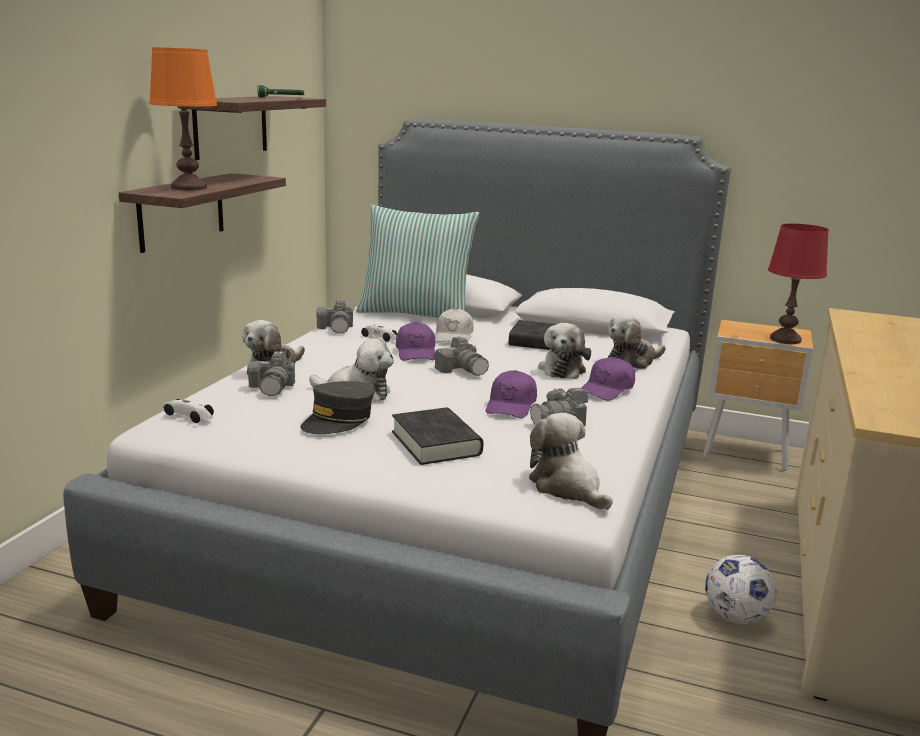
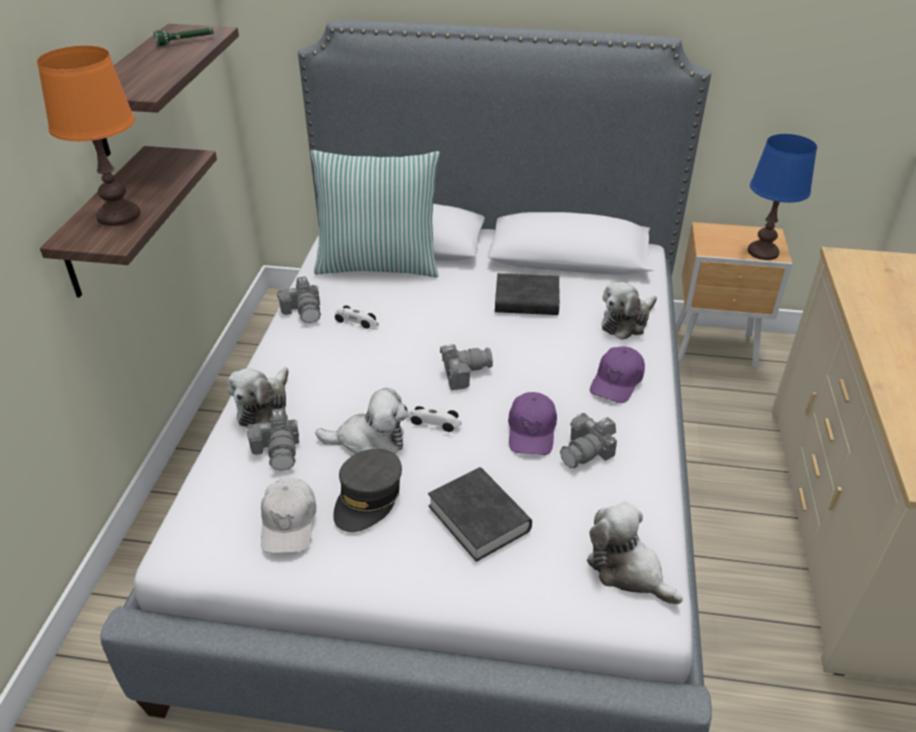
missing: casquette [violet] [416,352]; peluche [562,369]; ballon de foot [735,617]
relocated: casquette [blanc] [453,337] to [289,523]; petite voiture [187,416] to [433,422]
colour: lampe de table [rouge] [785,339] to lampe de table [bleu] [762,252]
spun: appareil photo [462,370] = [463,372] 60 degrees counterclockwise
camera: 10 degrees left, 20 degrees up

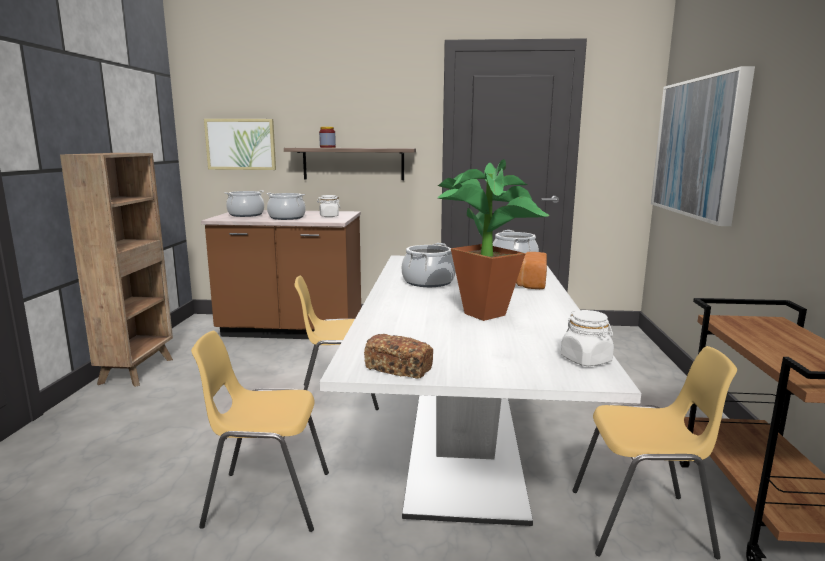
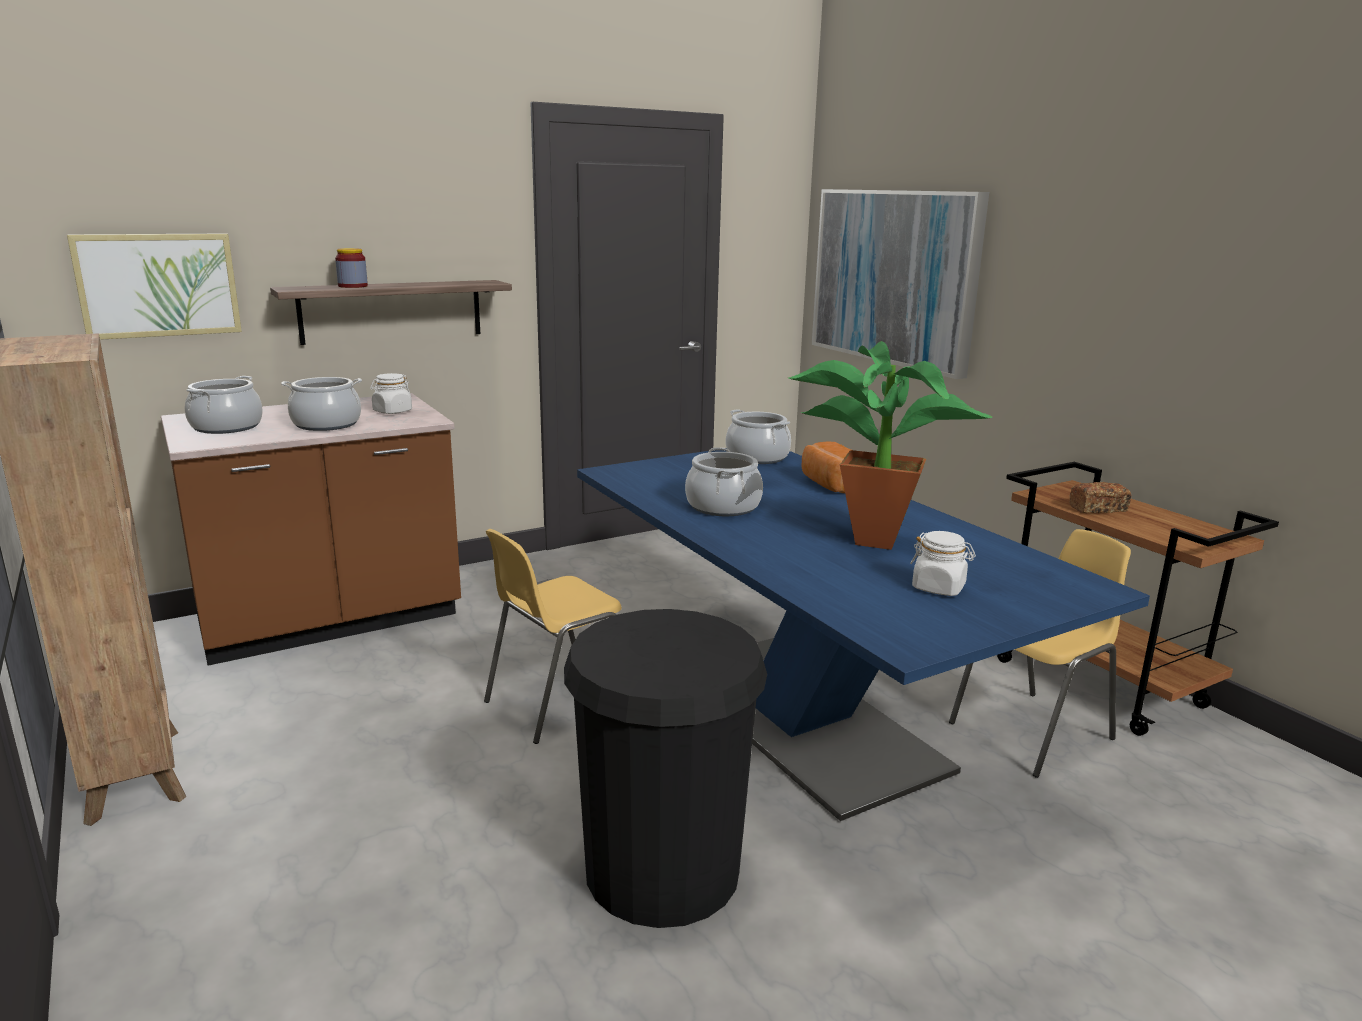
relocated: bocal [blanc] [586,360] to [939,588]; pain [399,369] to [1098,509]
exchanged: chaise [jaune] [267,499] to poubelle [noir] [662,870]
colour: table à manger [blanc] [464,450] to table à manger [bleu] [801,719]
camera: 35 degrees left, 5 degrees up

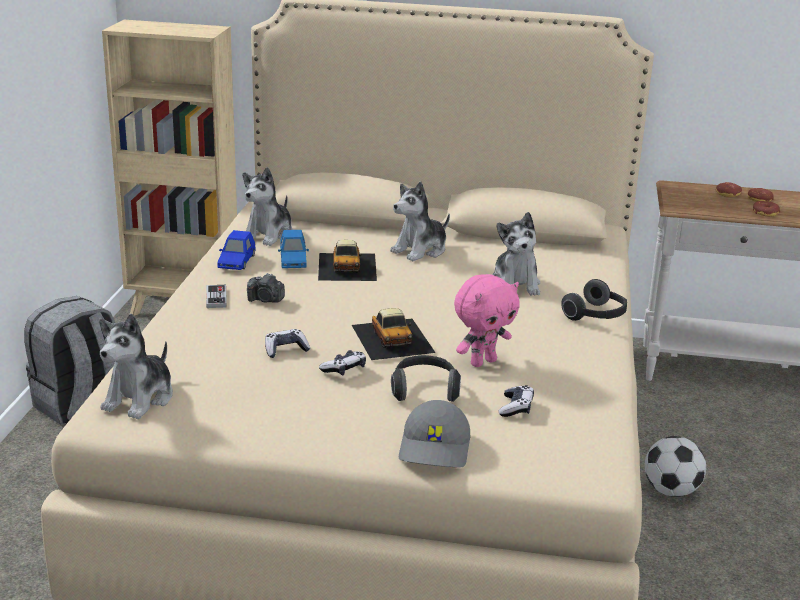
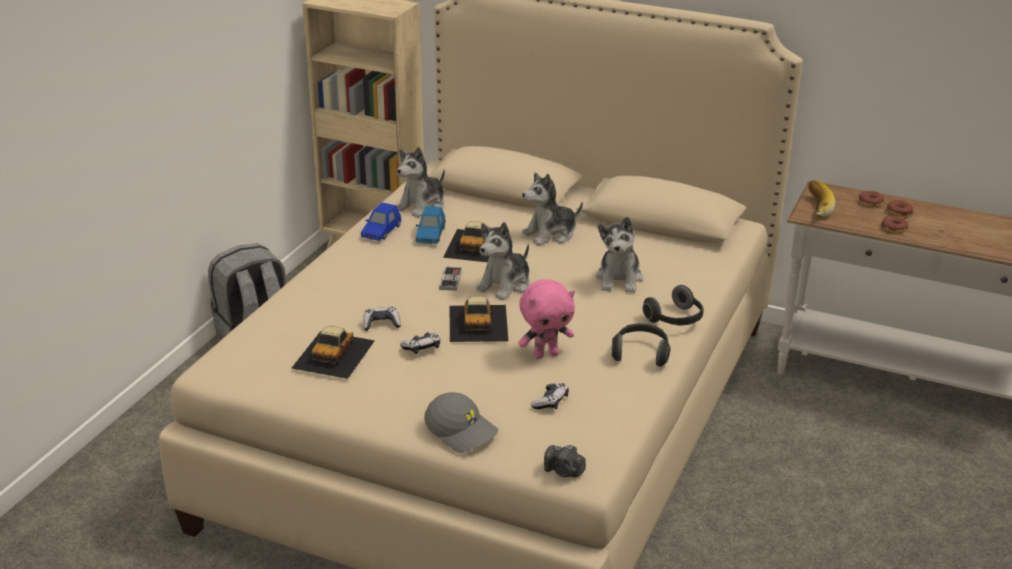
missing: ballon de foot [671,491]
appeared: petite voiture [334,354]; banane [814,208]
relocated: manette [216,298] to [450,280]; peluche [140,398] to [505,285]; appareil photo [266,300] to [564,471]; casque audio [424,390] to [641,354]
spun: casquette [gris] [436,448] = [462,430] 75 degrees counterclockwise
camera: 15 degrees right, 5 degrees up

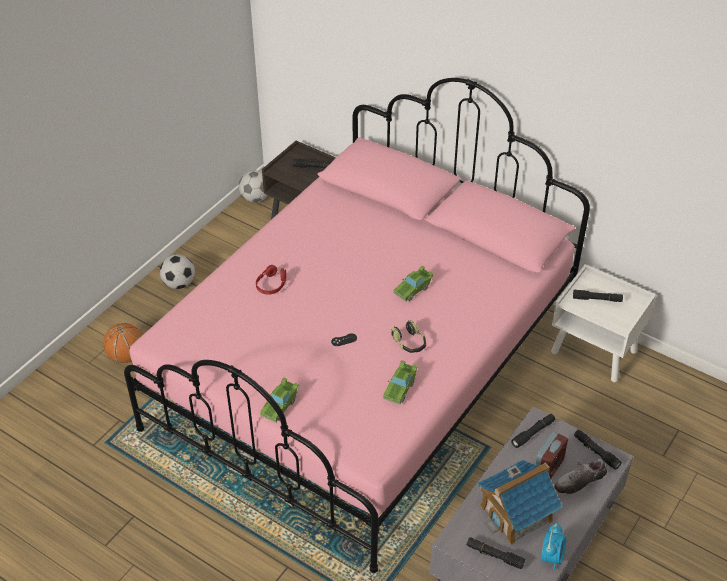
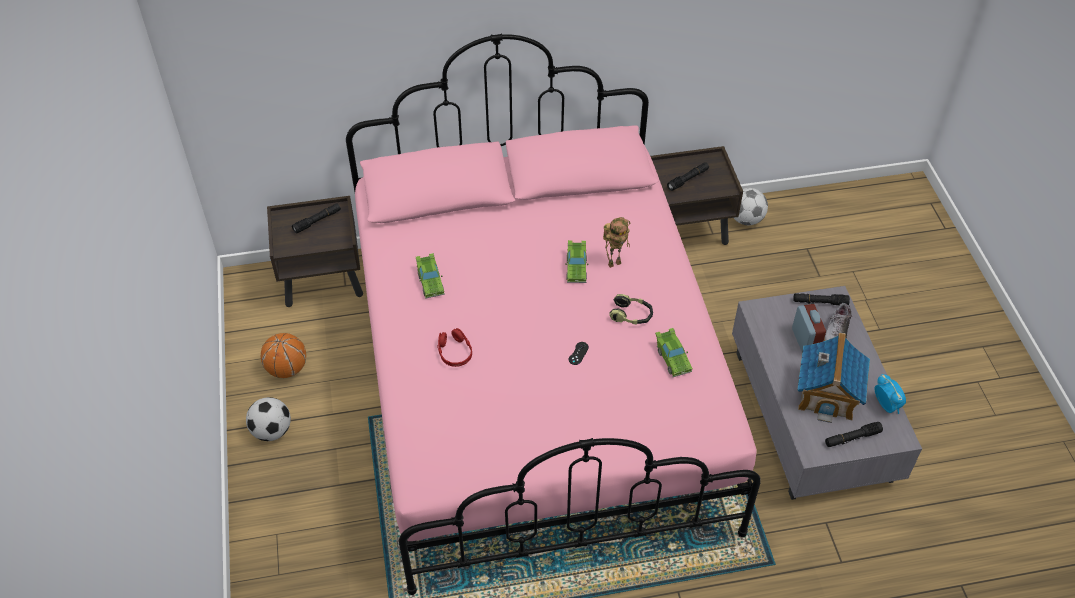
missing: lampe de poche [noir] [533,433]
appeared: robot jouet [614,262]
relocated: ballon de basket [126,356] to [287,369]; petite voiture [vert] [280,406] to [430,282]; ballon de foot [255,198] to [746,219]
colour: table de chevet [blanc] [595,352] to table de chevet [marron] [686,230]
camera: 45 degrees left, 5 degrees up

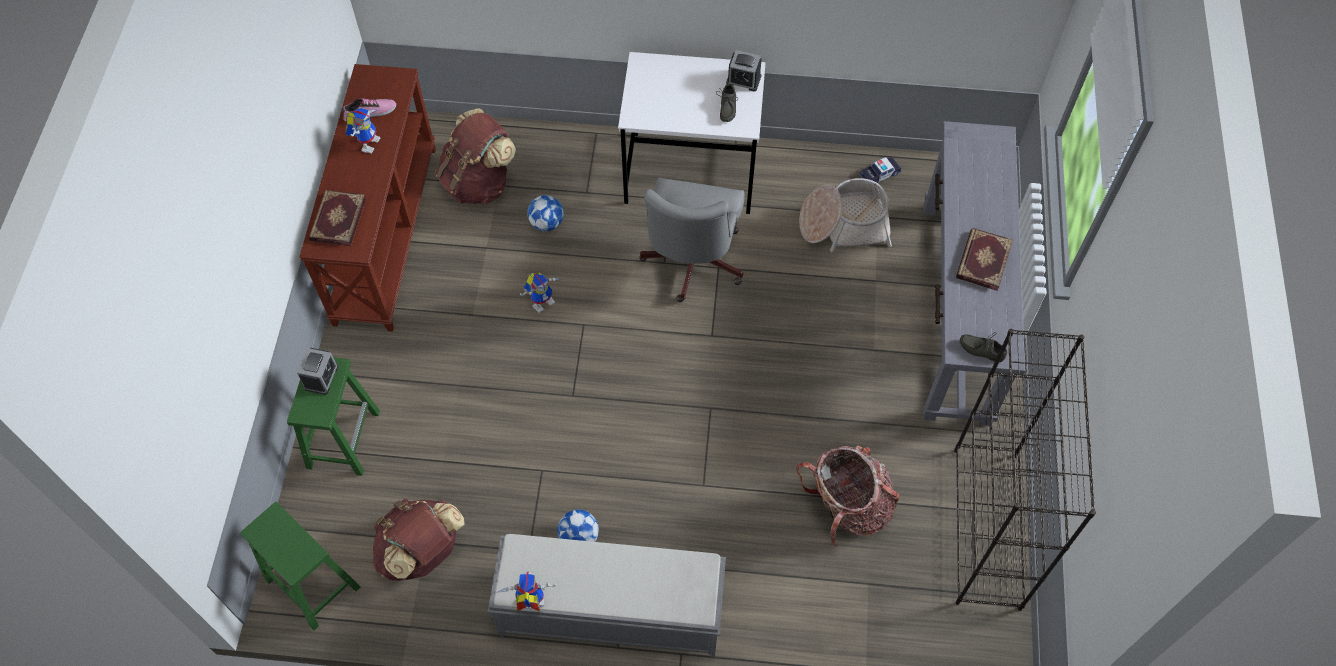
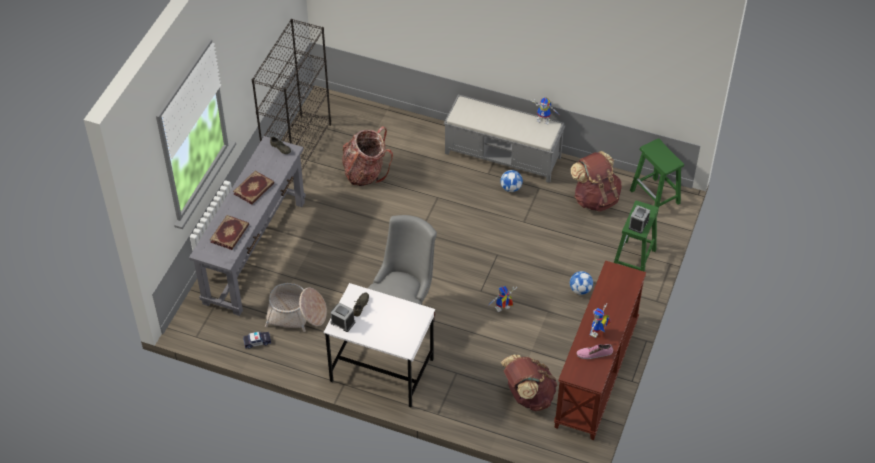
relocated: livre [337,219] to [230,234]; ballon de foot [547,223] to [580,289]
camera: 165 degrees left, 10 degrees down

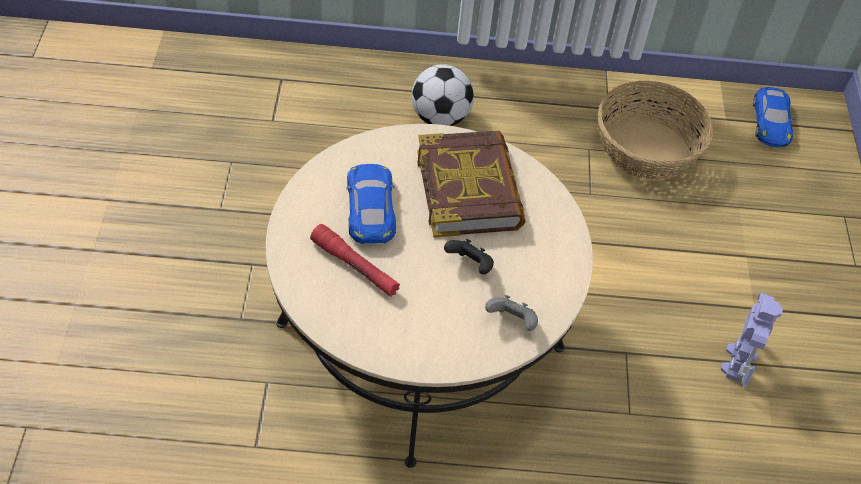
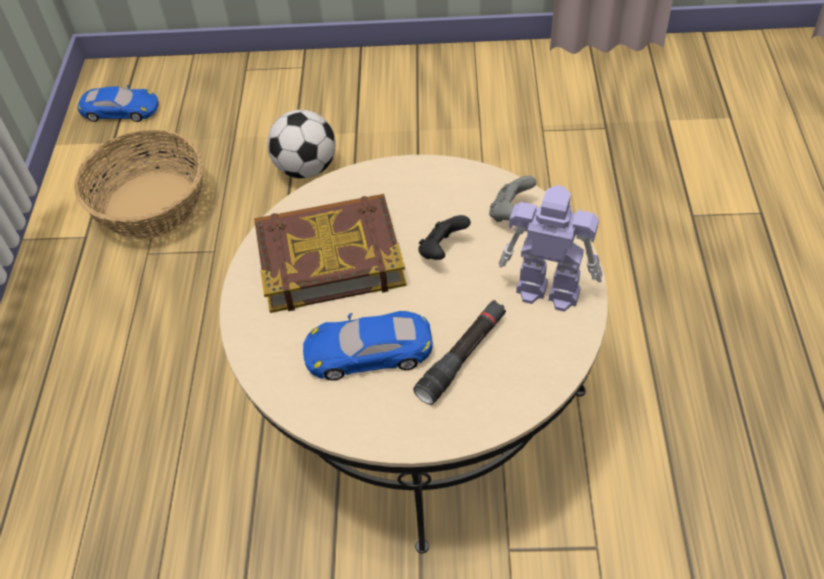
relocated: ballon de foot [440,118] to [306,168]; robot jouet [738,361] to [546,290]
colour: lampe de poche [rouge] [355,267] to lampe de poche [noir] [462,357]
camera: 85 degrees left, 0 degrees up

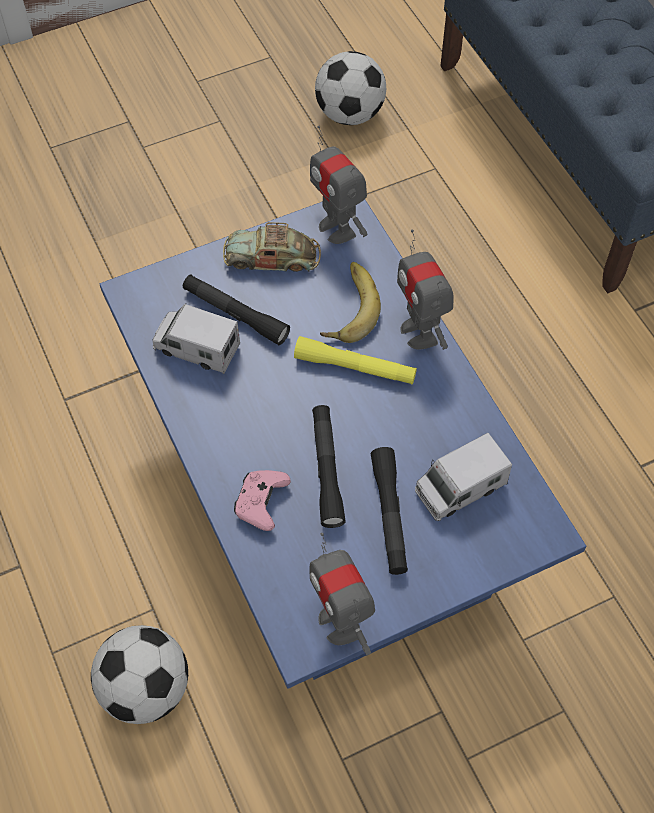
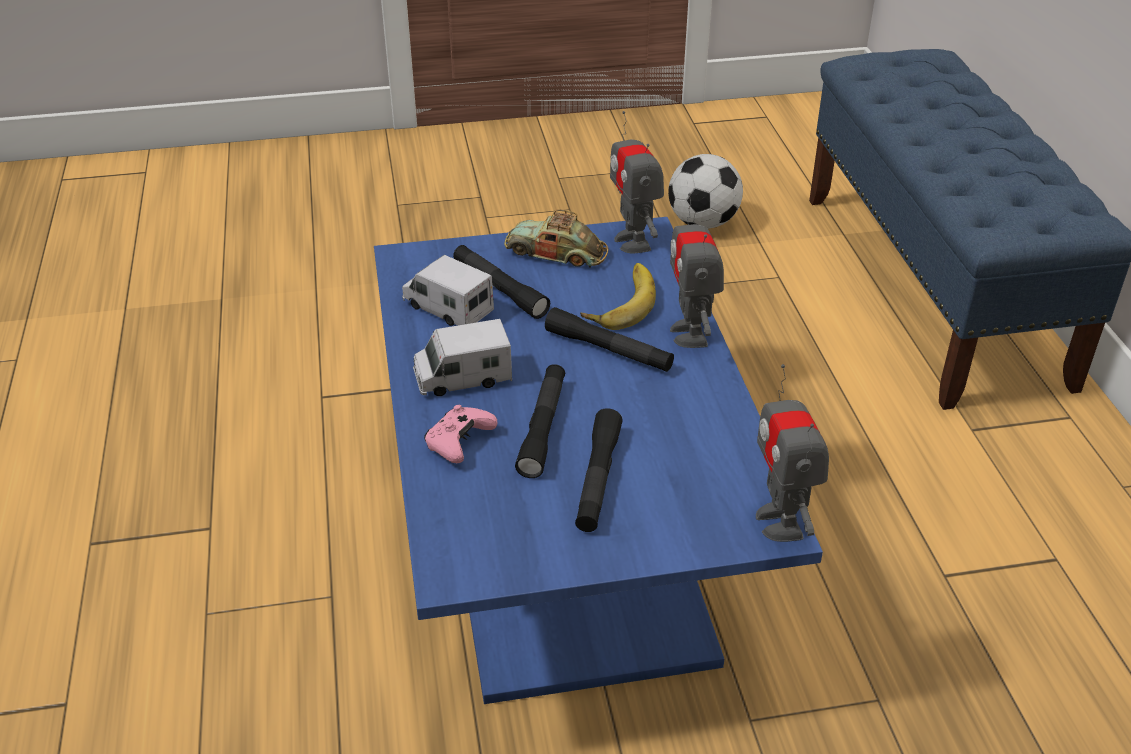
missing: ballon de foot [145,688]
relocated: camion jouet [460,488] to [462,377]; robot jouet [340,622] to [781,522]
colour: lampe de poche [jaune] [355,367] to lampe de poche [noir] [608,350]
camera: 15 degrees right, 20 degrees down

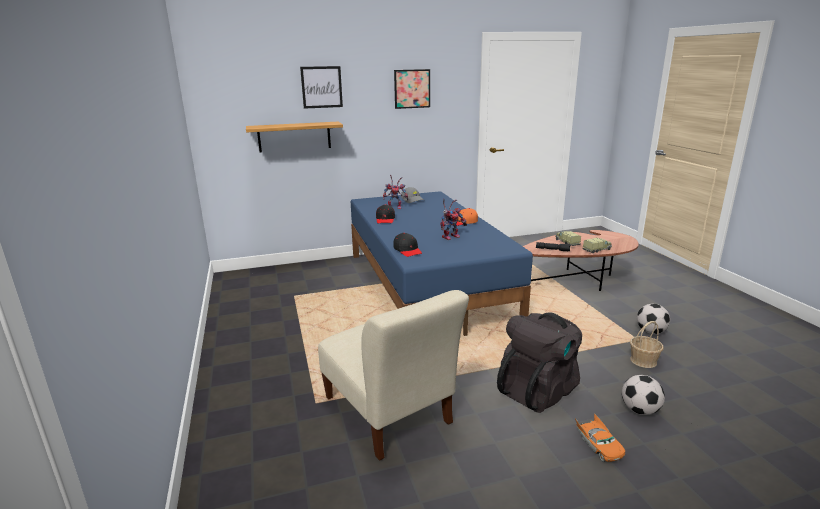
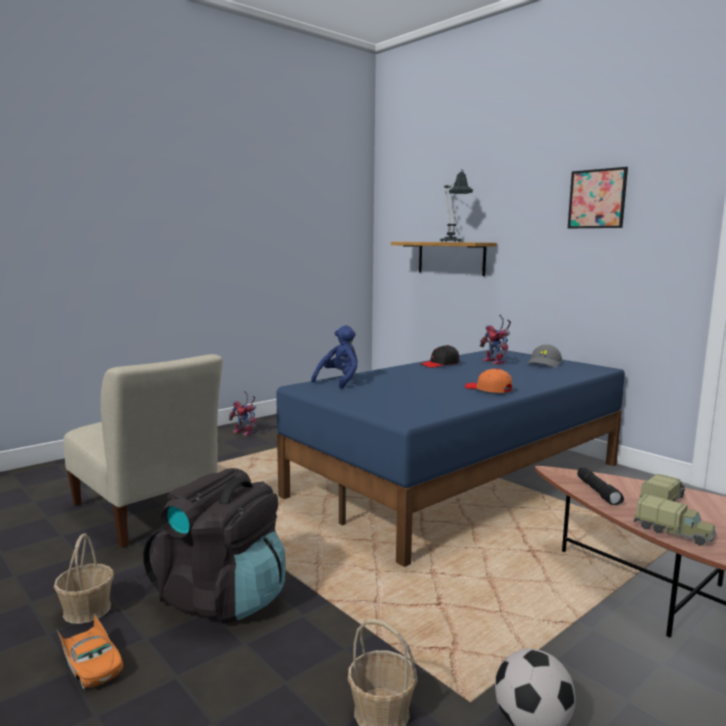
missing: tableau [321,87]; ballon de foot [639,410]
appeared: panier [87,610]; lampe de table [452,241]
relocated: robot jouet [451,236] to [245,432]
exchanged: casquette [noir] [407,250] to peluche [bleu] [339,381]
spun: petite voiture [orange] [598,445] = [91,664] 90 degrees counterclockwise; chaise [beige] [389,414] = [145,512] 75 degrees counterclockwise
camera: 65 degrees right, 10 degrees down

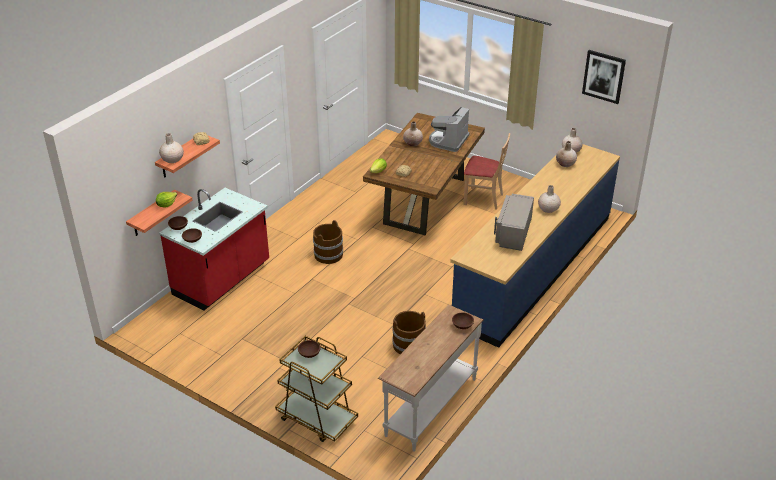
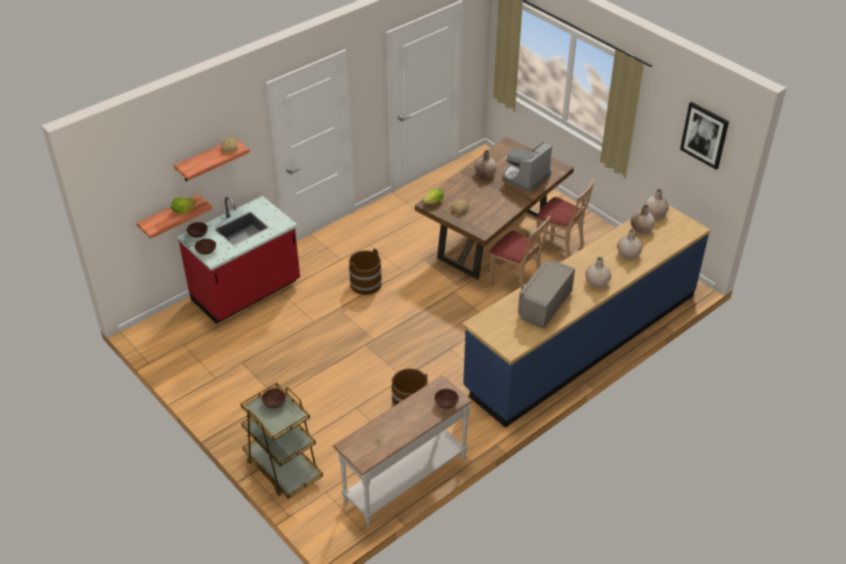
appeared: chaise [beige] [516,282]
relocated: vase [beige] [172,159] to [628,254]
camera: 15 degrees right, 5 degrees up

